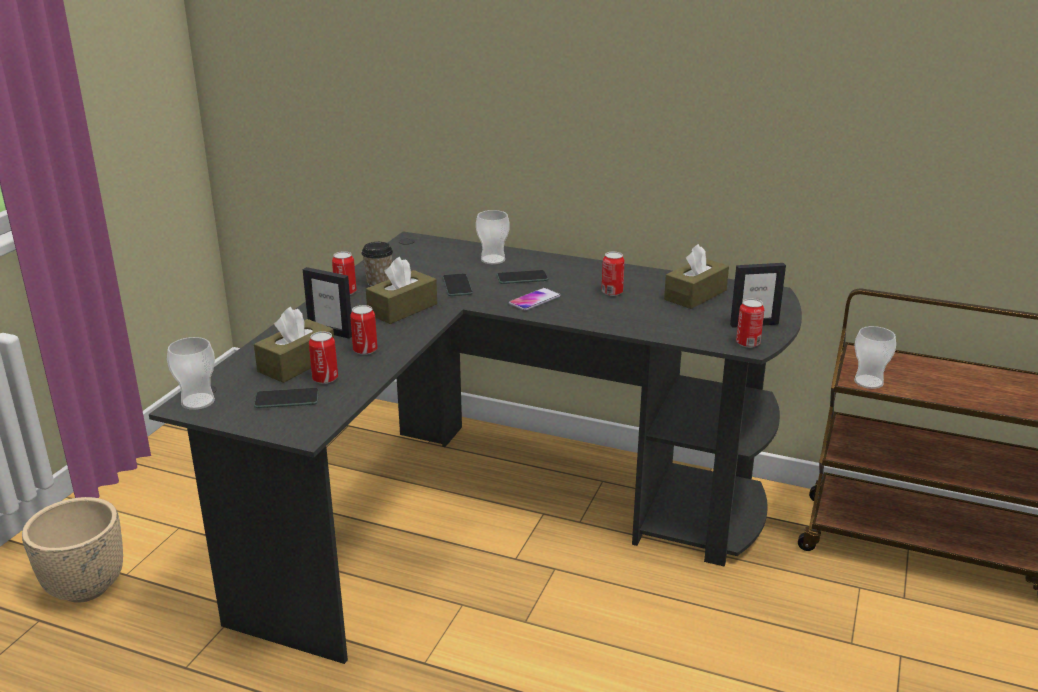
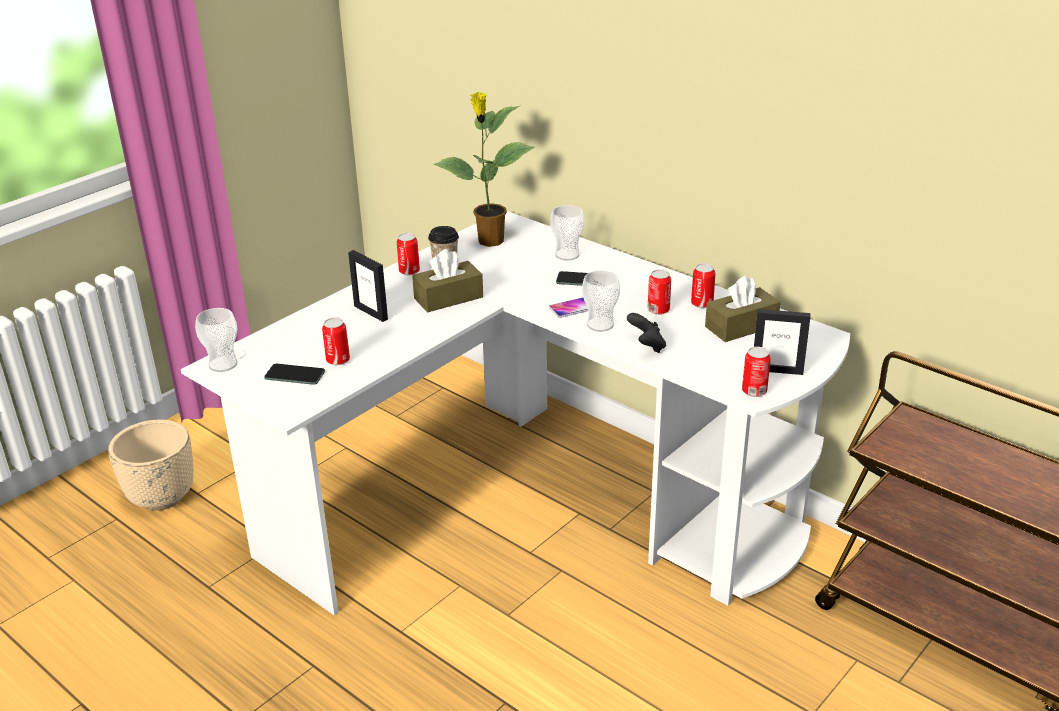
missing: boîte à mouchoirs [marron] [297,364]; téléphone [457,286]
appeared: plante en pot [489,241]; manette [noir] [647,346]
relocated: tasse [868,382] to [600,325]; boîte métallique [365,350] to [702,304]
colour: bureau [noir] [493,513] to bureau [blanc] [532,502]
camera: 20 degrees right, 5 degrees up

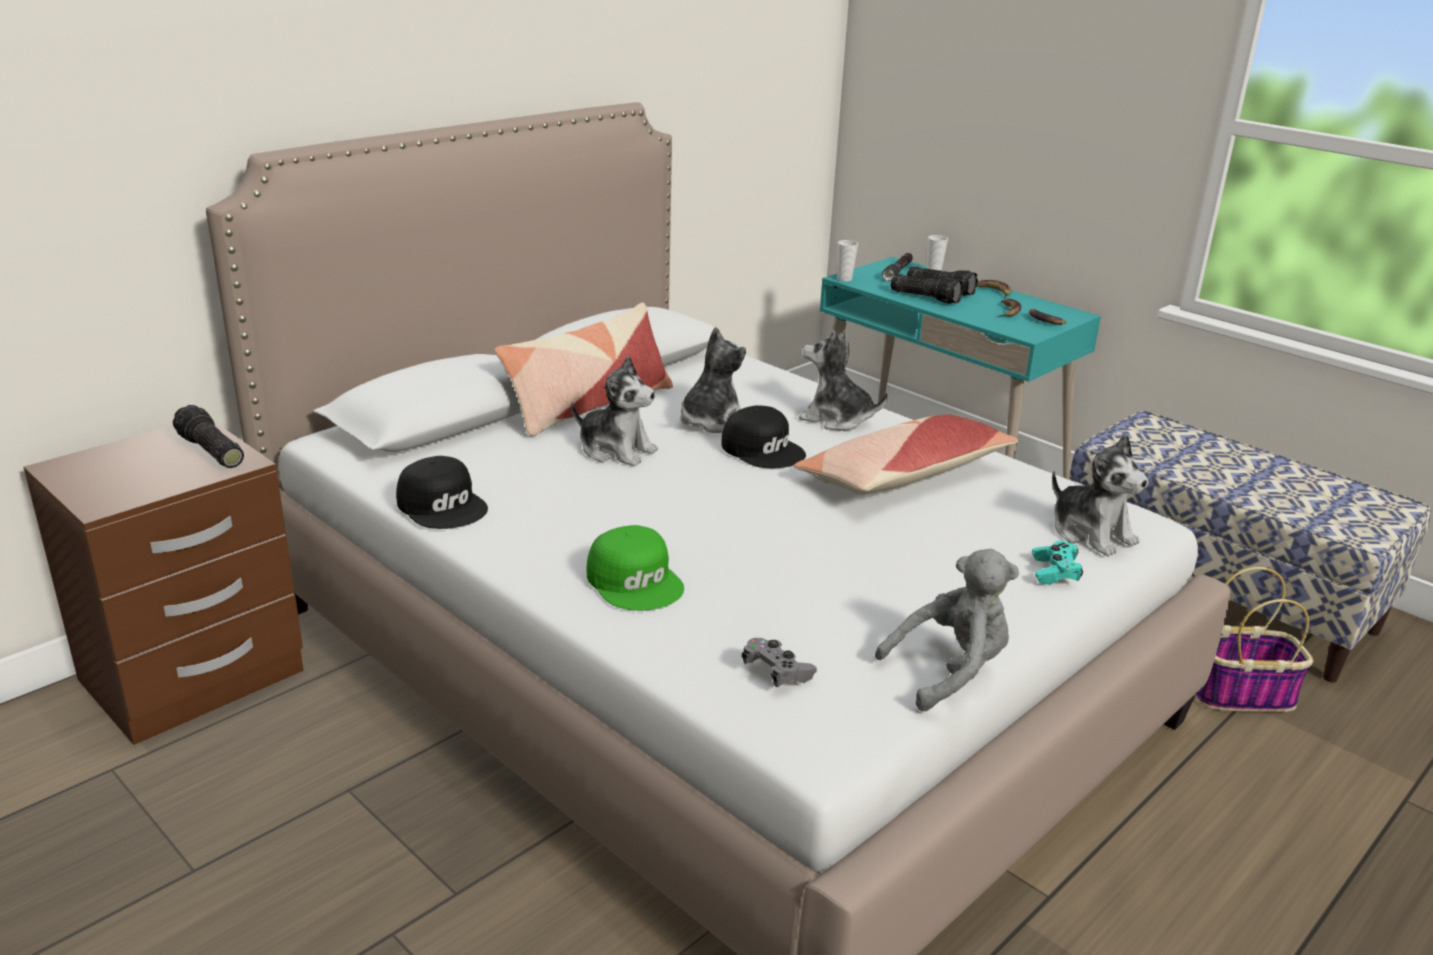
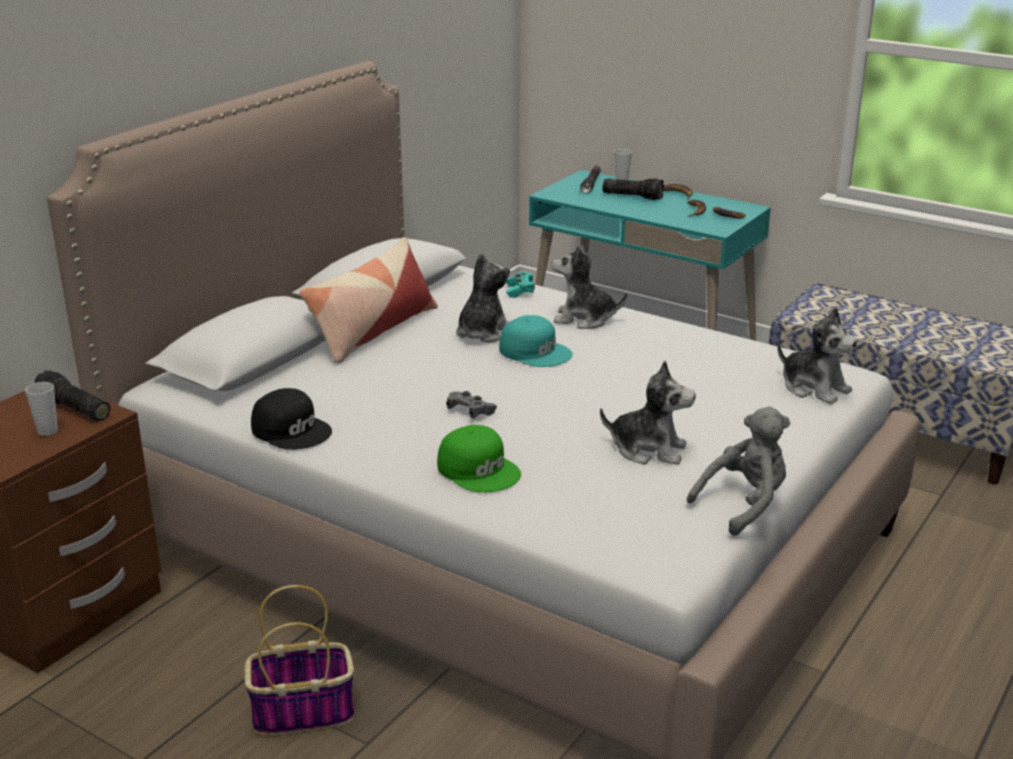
missing: coussin [904,476]; lampe de poche [926,297]
relocated: tasse [844,279] to [47,431]; panier [1241,694] to [304,712]; manette [gris] [777,672] to [470,412]; manette [turquoise] [1055,572] to [519,291]; peluche [616,450] to [648,449]
colour: casquette [noir] [763,449] to casquette [turquoise] [535,351]
camera: 10 degrees left, 0 degrees up

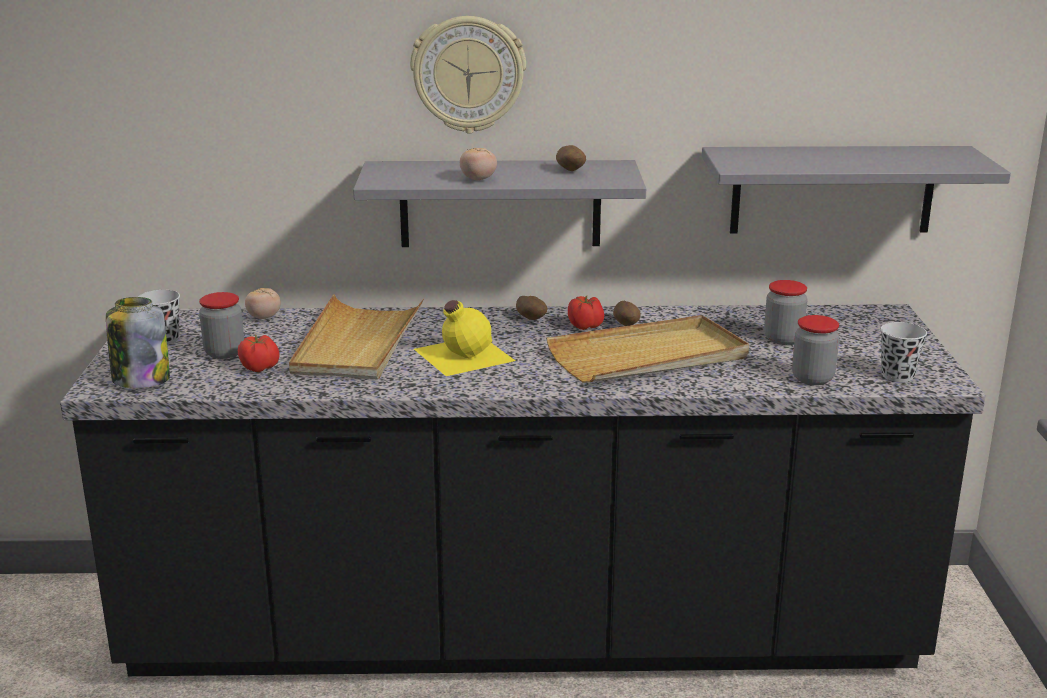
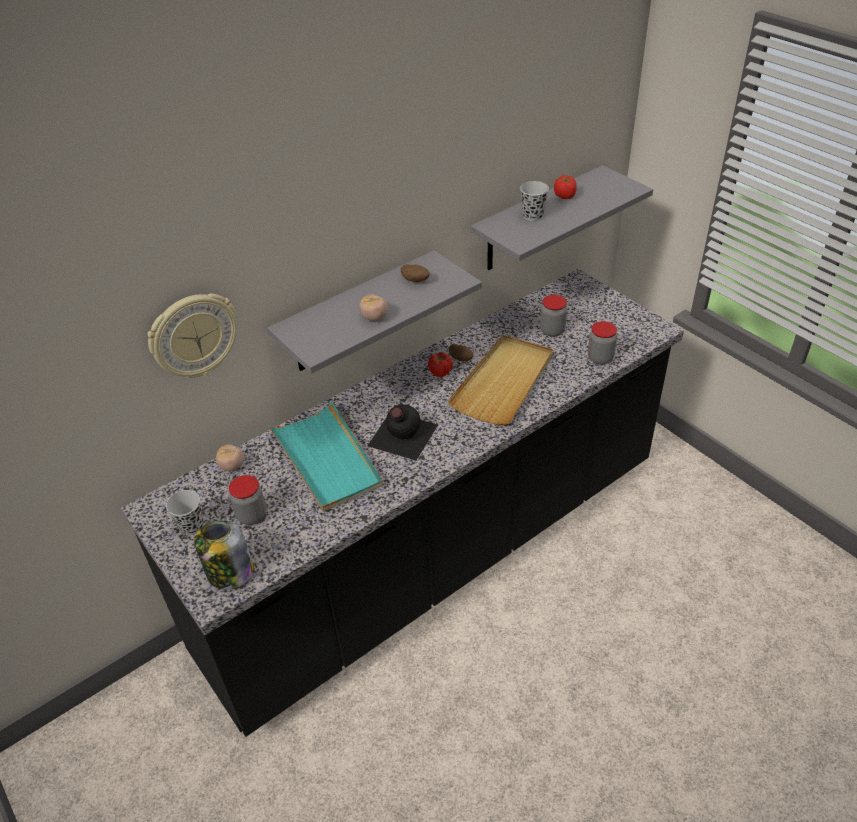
missing: pomme de terre [531,319]
relocated: horloge murale [468,74] to [193,336]; tasse [noir] [897,375] to [532,216]; tomate [260,368] to [565,196]
colour: plateau [beige] [357,343] to plateau [turquoise] [326,459]; bouteille [jaune] [462,354] to bouteille [noir] [401,435]
camera: 35 degrees left, 20 degrees up

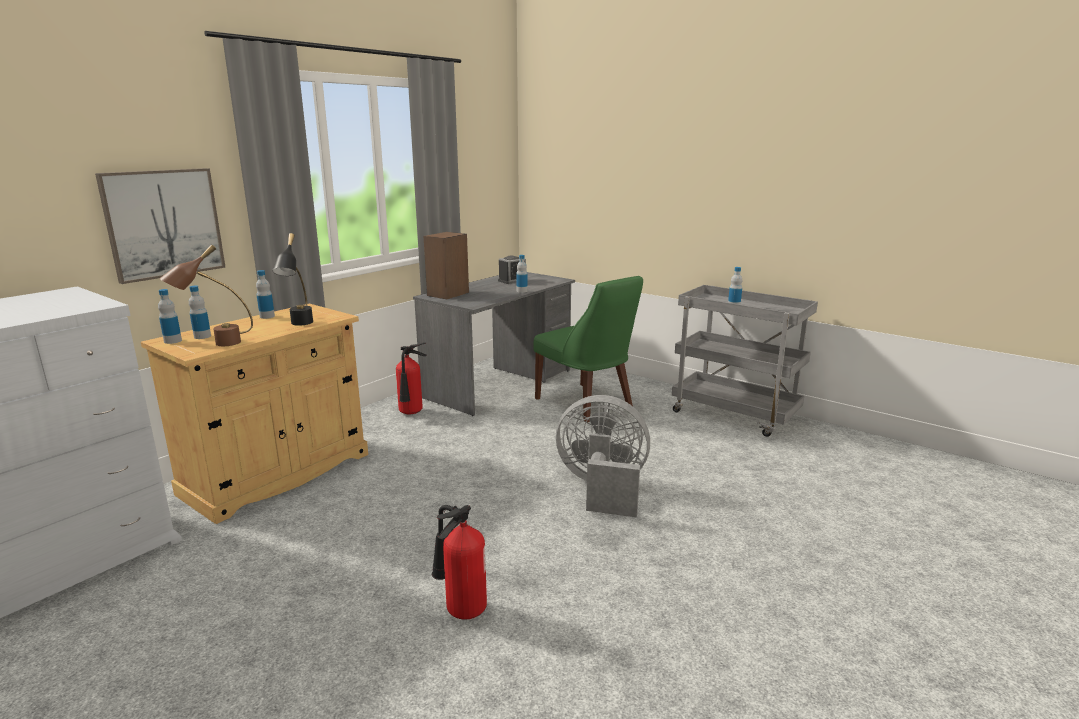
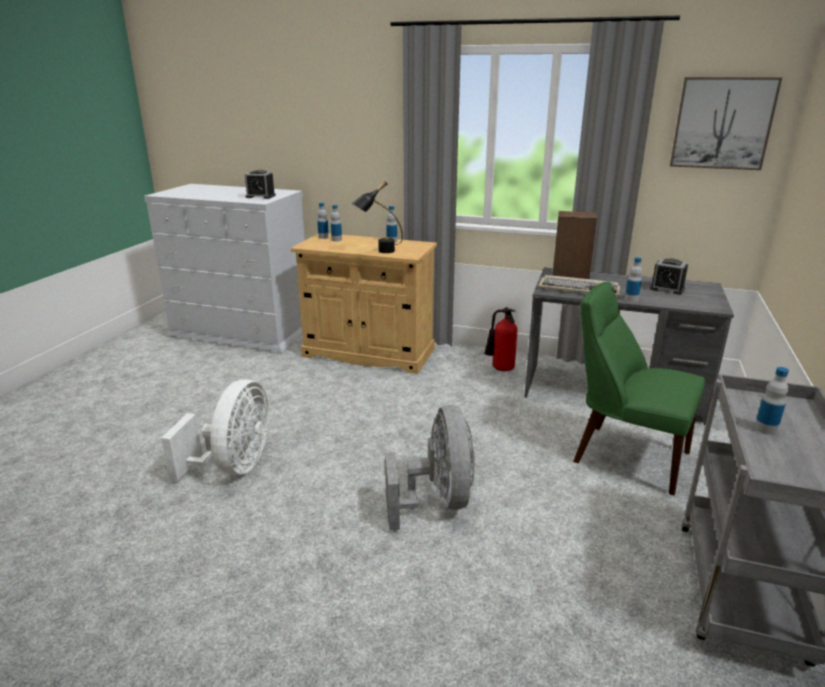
missing: lampe de table [marron] [215,344]
appeared: réveil [260,196]; clavier [579,289]
relocated: tableau [163,223] to [722,123]
exchanged: extincteur [460,610] to ventilateur [blanc] [234,466]
spun: chaise [vert] [586,404] = [625,455] 90 degrees clockwise
camera: 70 degrees right, 5 degrees up

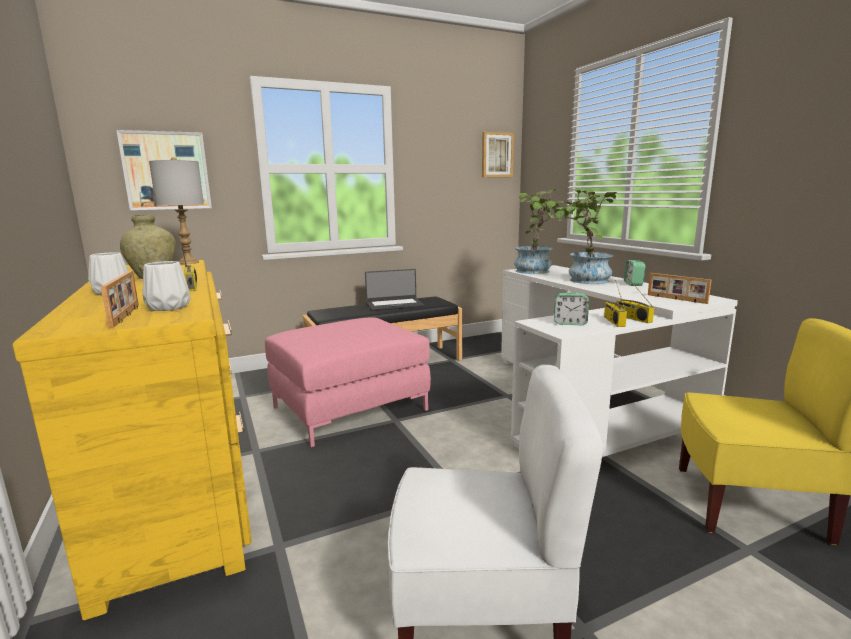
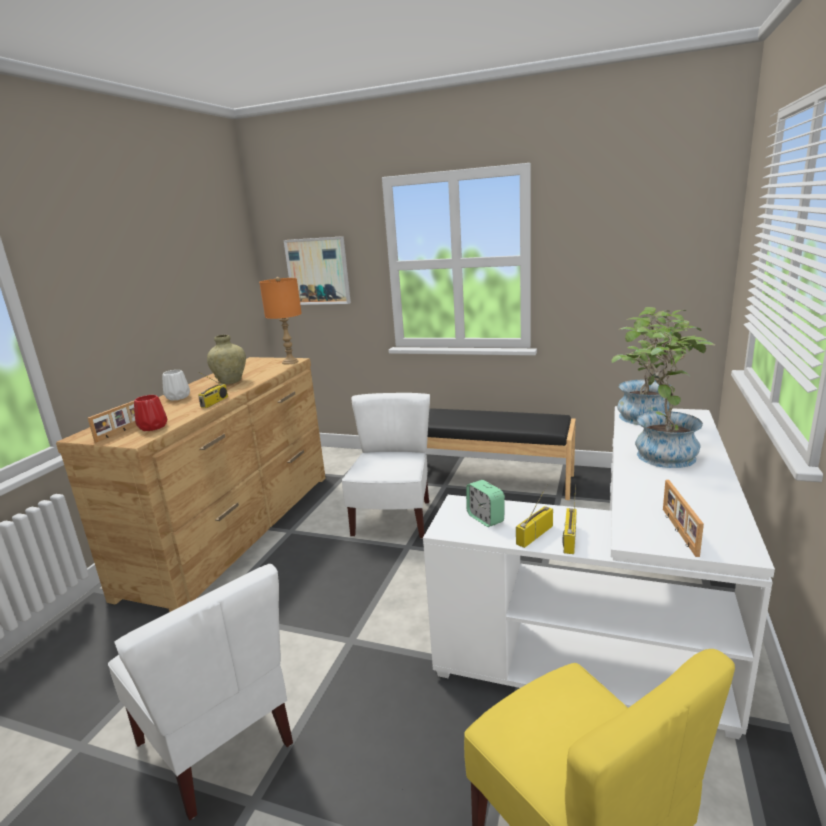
missing: ordinateur portable [394,305]; tableau [497,155]; réveil [633,284]
exchanged: pouf [rose] [350,408] to chaise [blanc] [394,518]
colour: commode [jaune] [179,474] to commode [marron] [236,529]; vase [blanc] [169,307] to vase [rouge] [154,427]; lampe de table [gris] [188,263] to lampe de table [orange] [290,362]
camera: 45 degrees right, 5 degrees up

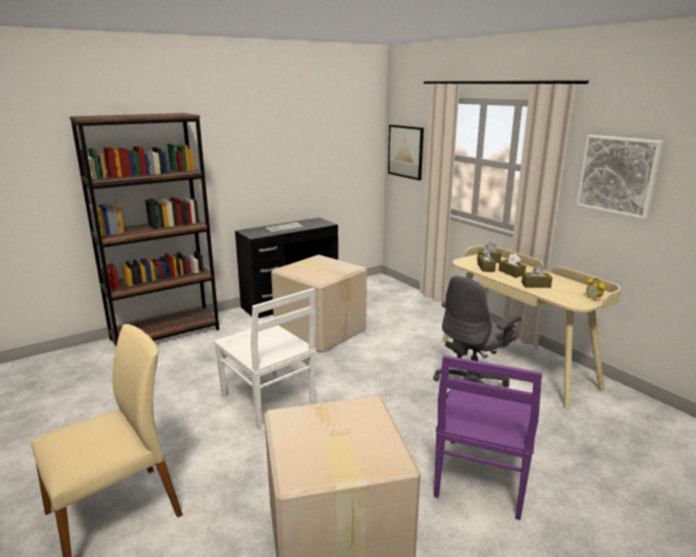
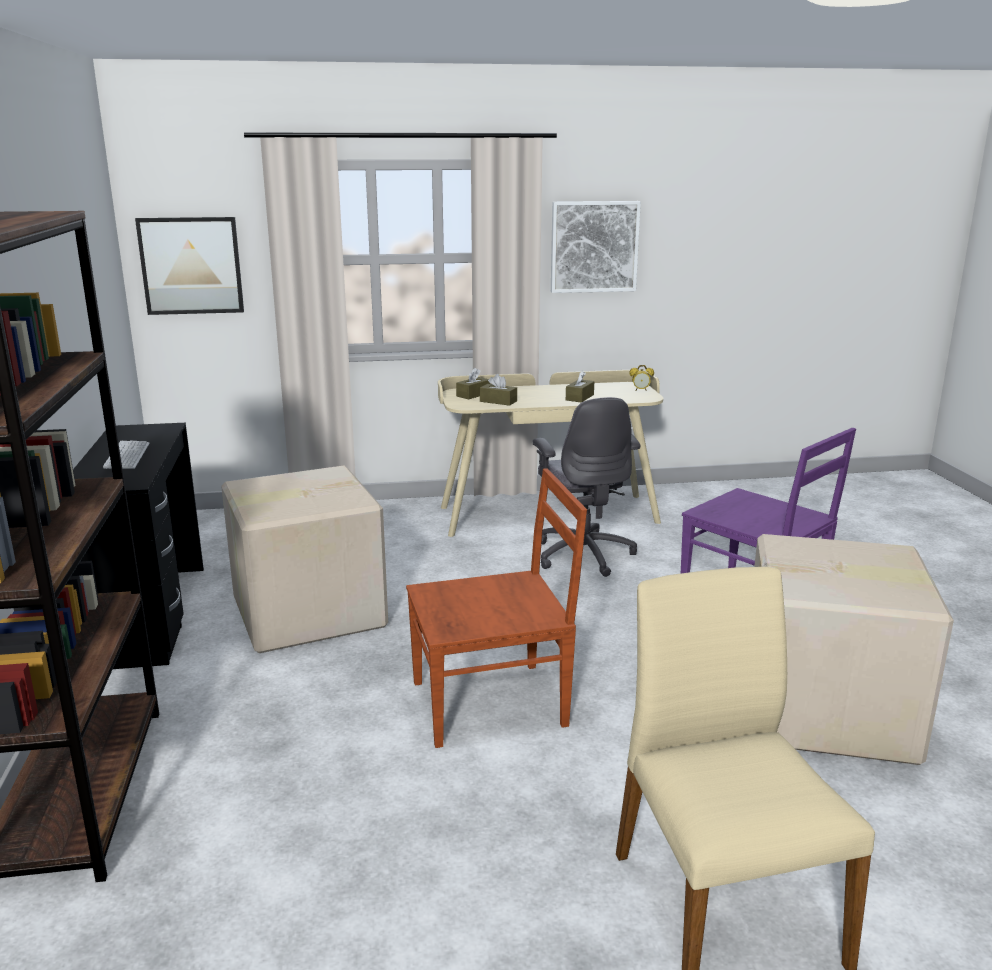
missing: boîte à mouchoirs [marron] [511,273]
colour: chaise [blanc] [268,401] to chaise [marron] [493,703]
camera: 65 degrees left, 0 degrees up

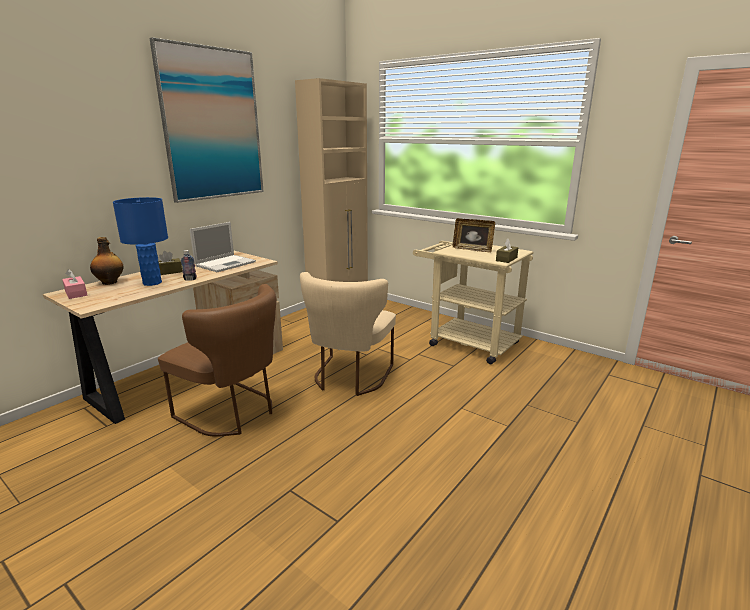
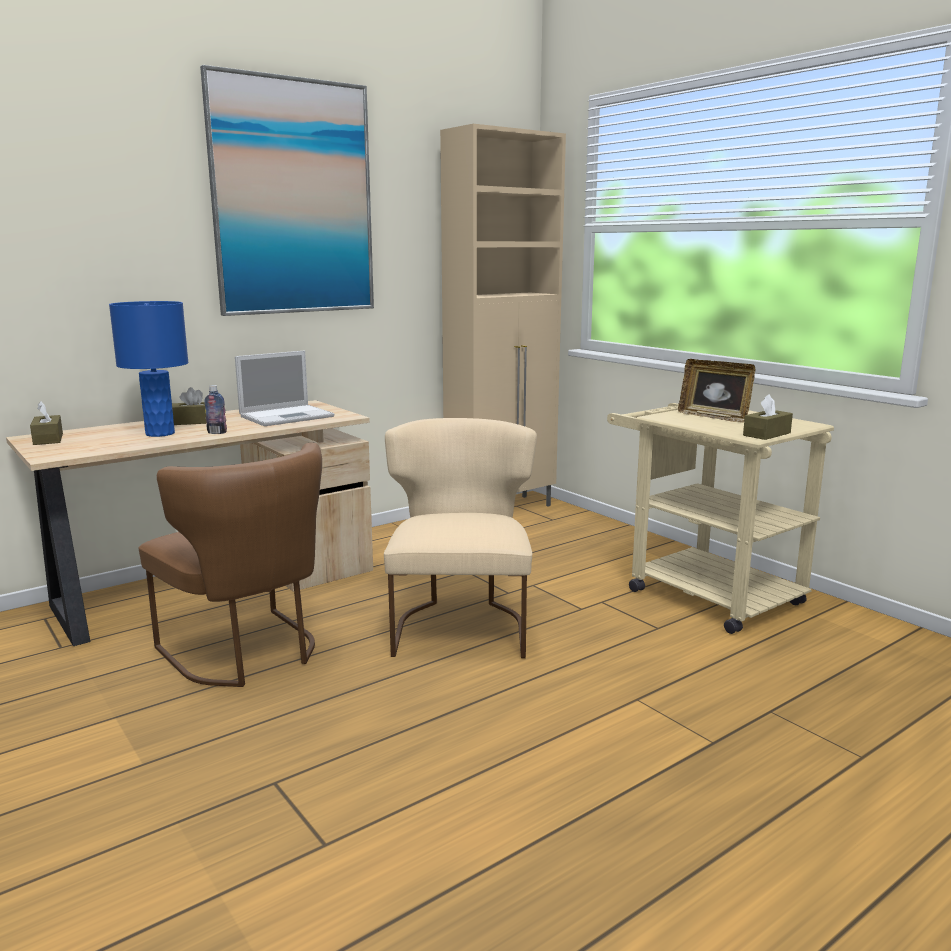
missing: bouteille [110,282]
colour: boîte à mouchoirs [rose] [76,293] to boîte à mouchoirs [marron] [48,439]
spun: chaise [beige] [349,378] = [460,625] 150 degrees clockwise
camera: 15 degrees right, 5 degrees down

